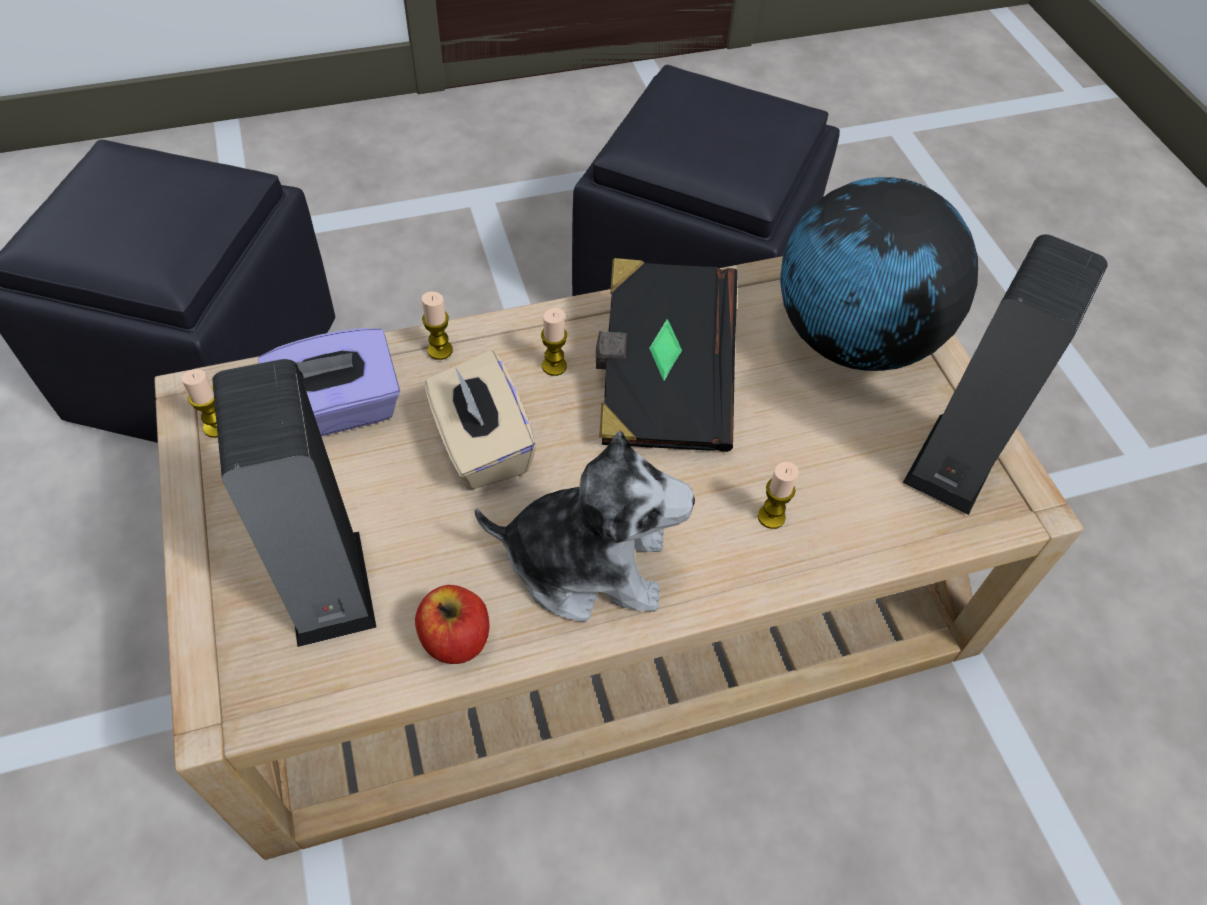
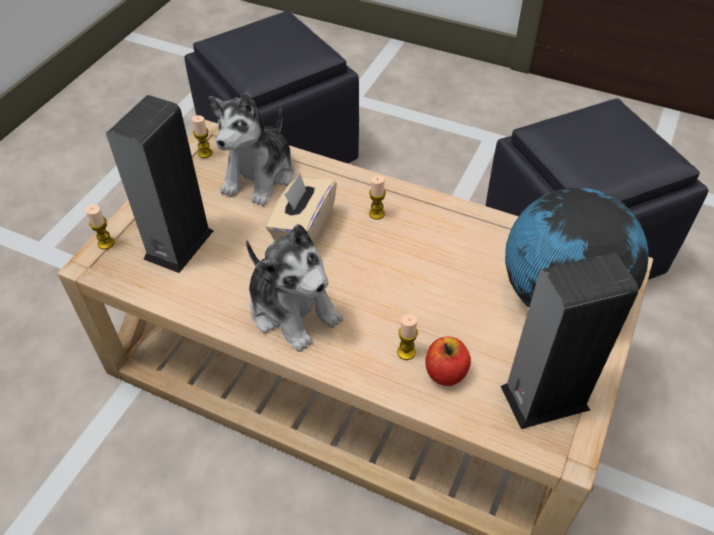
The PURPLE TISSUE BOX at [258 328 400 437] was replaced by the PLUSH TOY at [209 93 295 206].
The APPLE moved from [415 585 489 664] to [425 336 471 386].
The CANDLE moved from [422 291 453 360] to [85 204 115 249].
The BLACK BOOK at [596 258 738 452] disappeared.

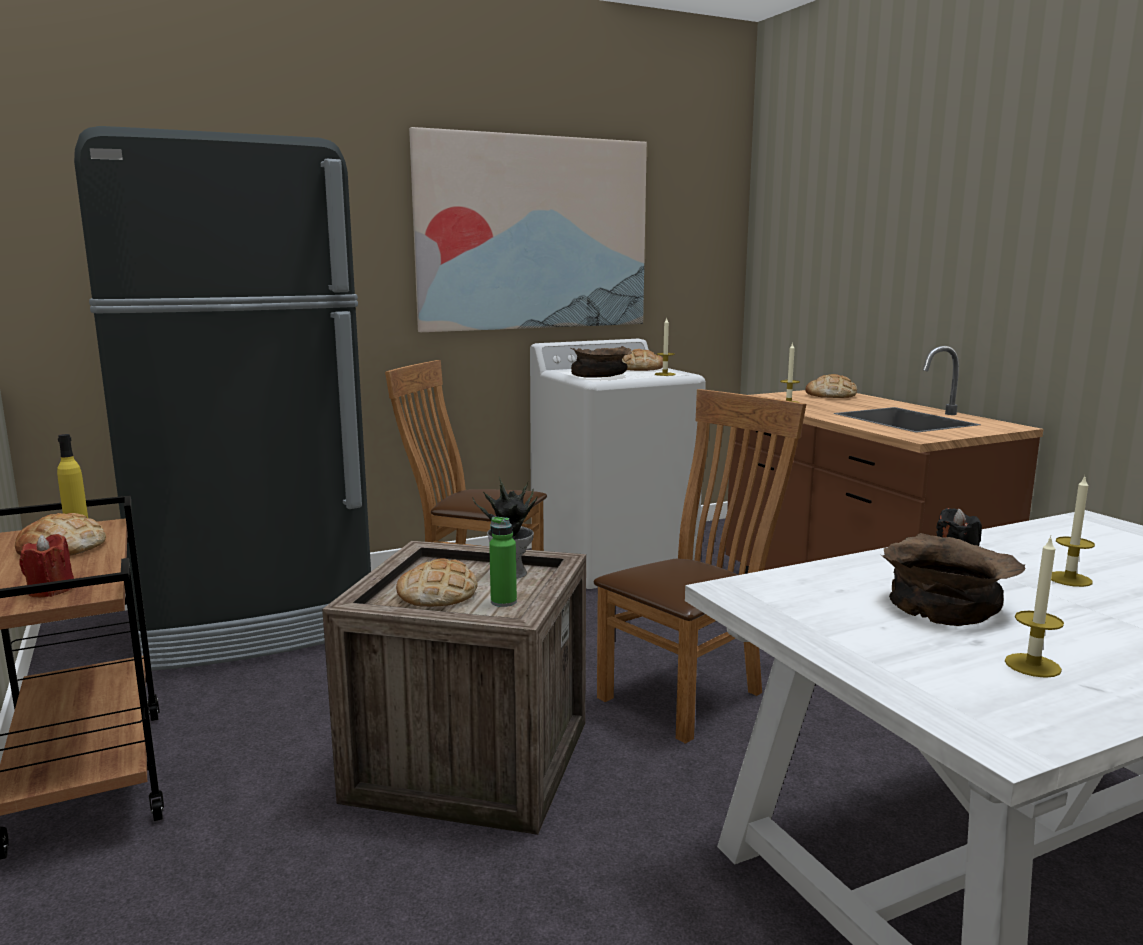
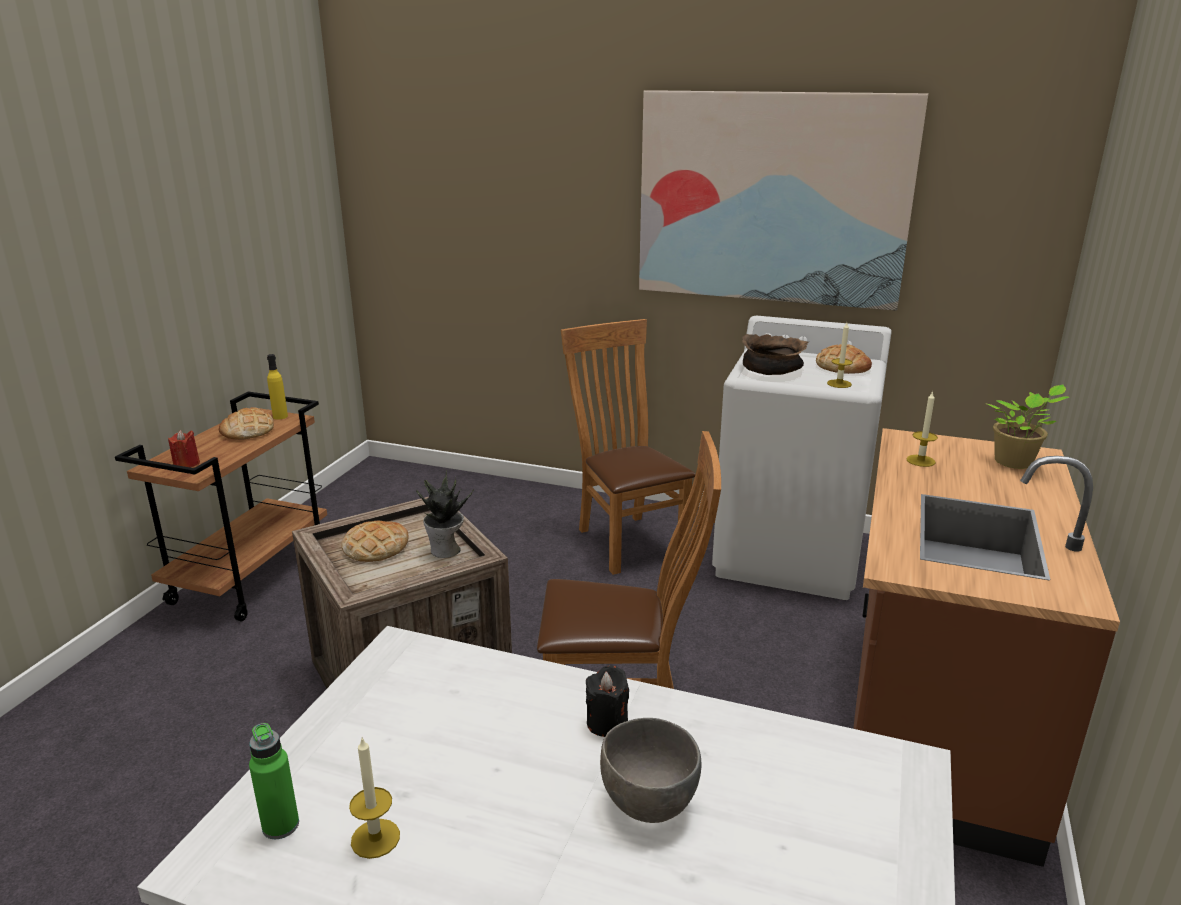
The BLACK FRIDGE at [74 126 371 671] disappeared.
The GREEN BOTTLE moved from [489 517 517 607] to [249 723 299 839].
The BREAD at [805 374 857 398] was replaced by the POTTED PLANT at [987 384 1070 469].
The BROWN BOWL at [881 533 1026 626] disappeared.
The CANDLE at [1051 476 1095 587] was replaced by the GREY BOWL at [600 718 702 823].

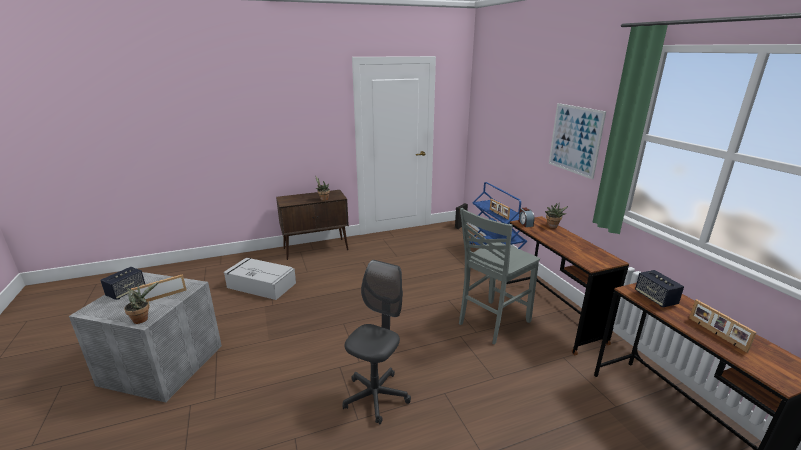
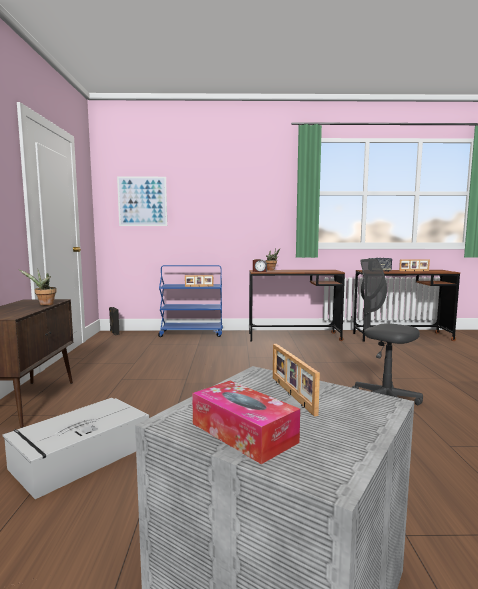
The SPEAKER at [100 267 145 300] was replaced by the TISSUE BOX at [192 381 300 464].
The POTTED PLANT at [124 282 159 324] disappeared.
The GREY CHAIR at [459 208 540 345] disappeared.
The PICTURE moved from [549 103 606 179] to [117 177 167 226].

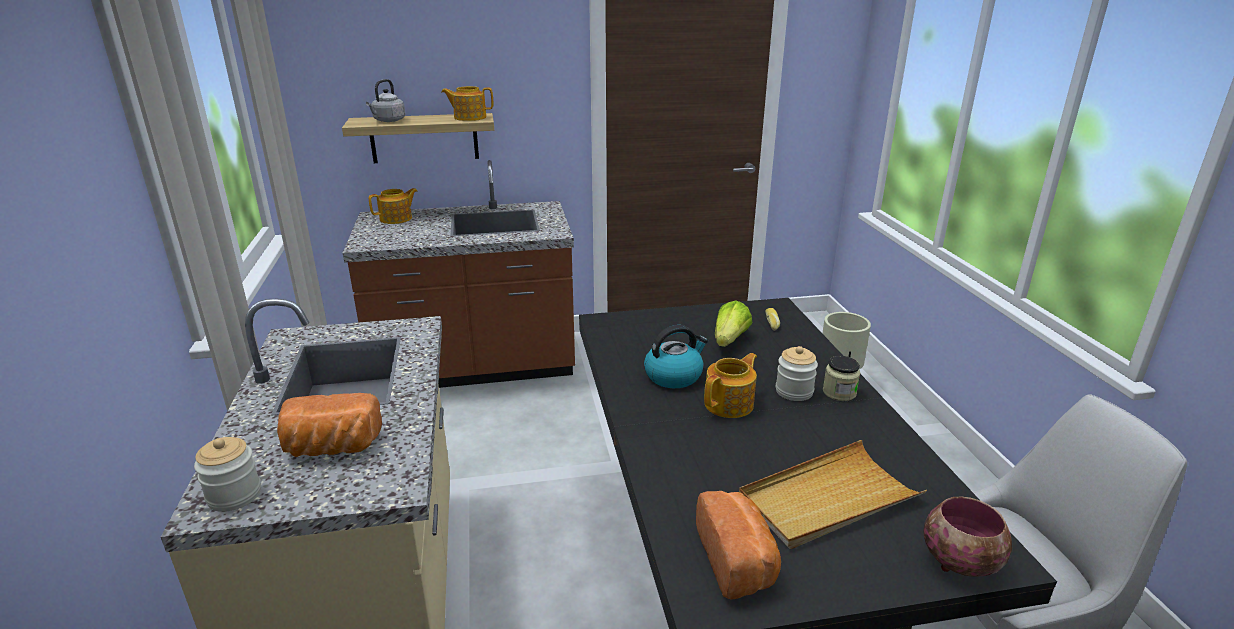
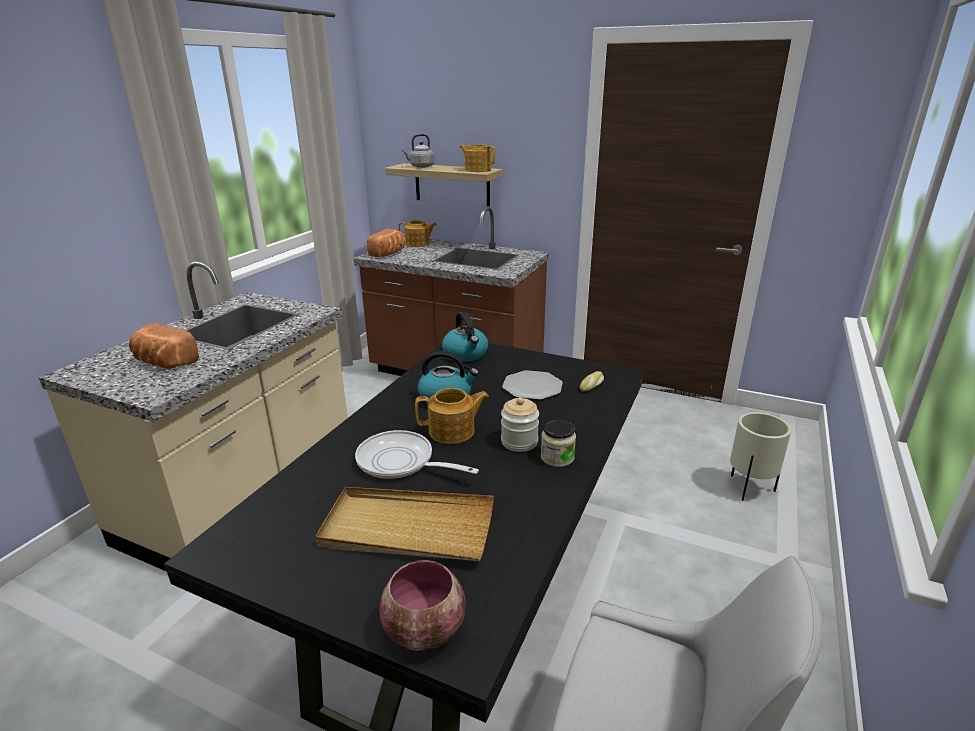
The JAR at [194 437 261 512] disappeared.
The BREAD moved from [696 491 781 600] to [367 229 405 257].
The LETTUCE at [715 300 752 347] was replaced by the PLATE at [502 370 563 400].
The FRYING PAN at [355 430 479 479] appeared.
The KETTLE at [442 312 488 362] appeared.

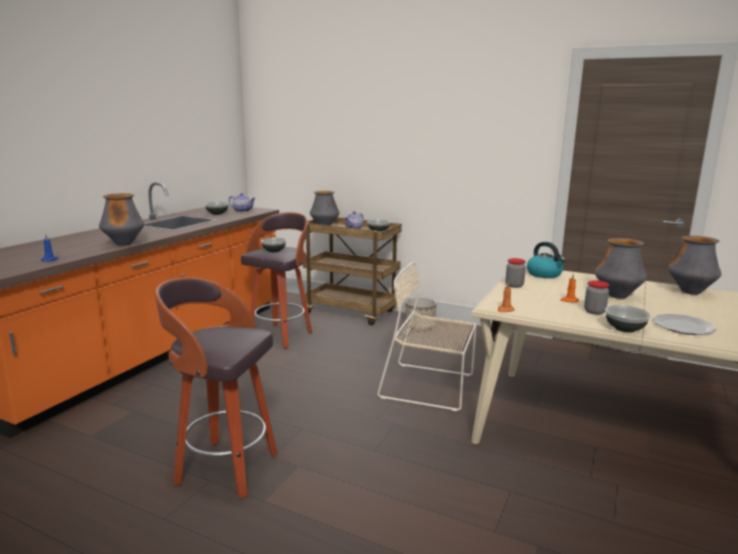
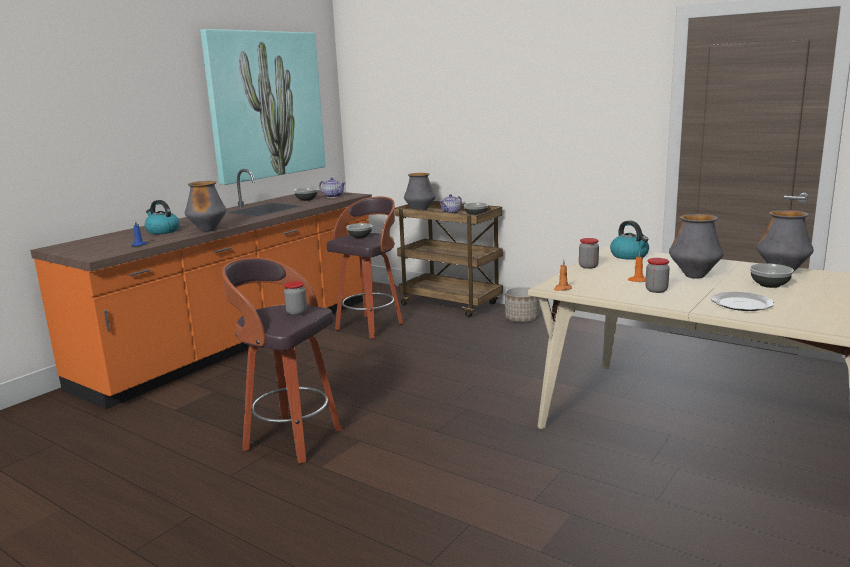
The BEIGE CHAIR at [377 262 477 411] disappeared.
The BOWL moved from [605 305 651 333] to [750 263 794 288].
The KETTLE at [145 200 180 234] appeared.
The PICTURE at [200 29 326 185] appeared.
The JAR at [284 281 307 315] appeared.

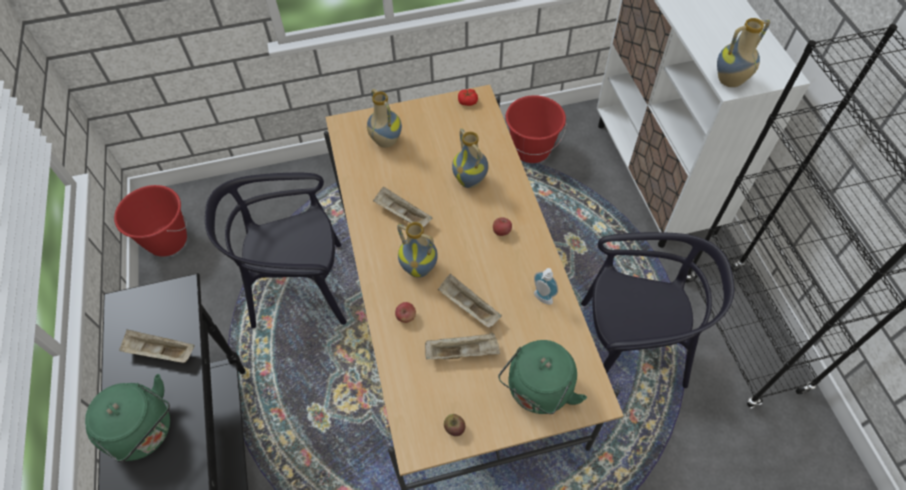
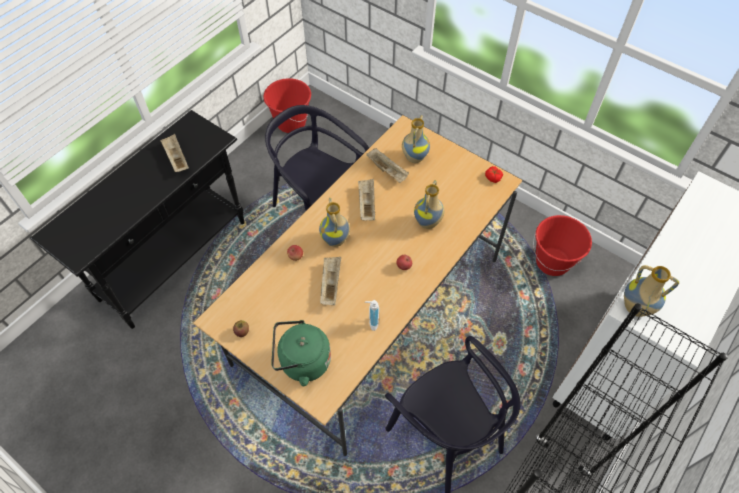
The GREEN KETTLE at [85 374 170 462] disappeared.
The BEIGE TRAY moved from [425 332 500 359] to [366 148 409 183].

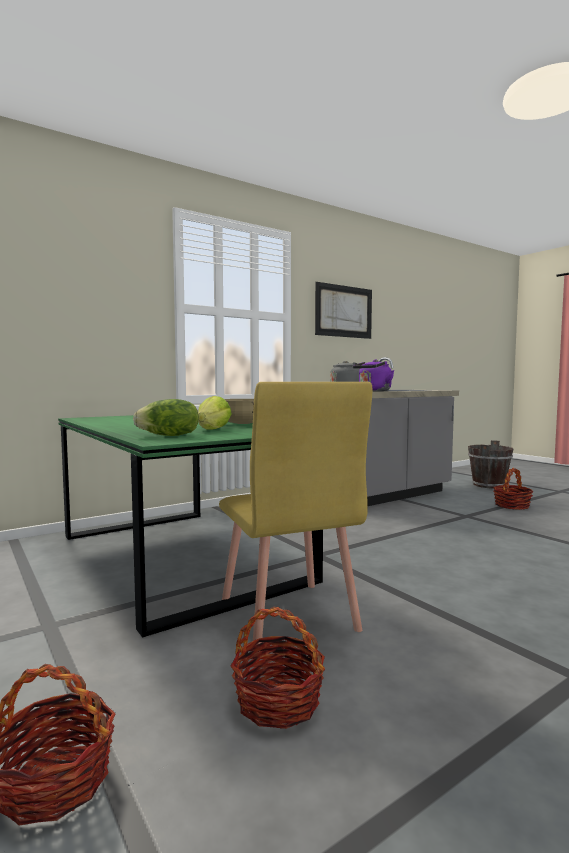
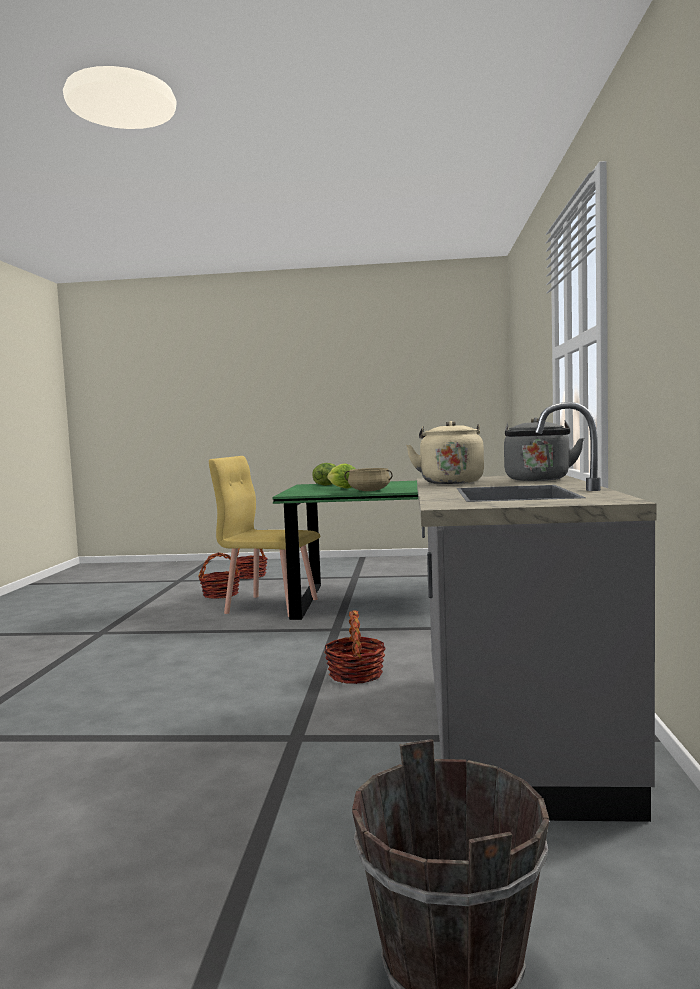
The PICTURE at [315 282 372 339] disappeared.
The PURPLE KETTLE at [353 359 394 391] became the BEIGE KETTLE at [406 421 484 484].
The BASKET moved from [493 468 534 510] to [324 610 386 684].

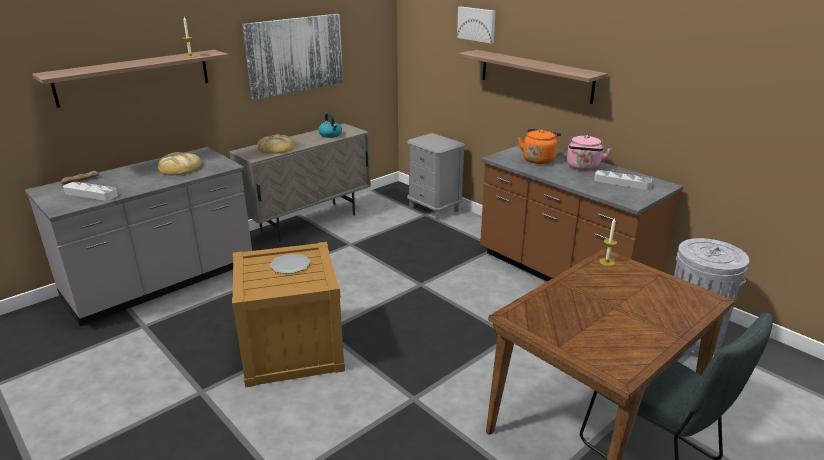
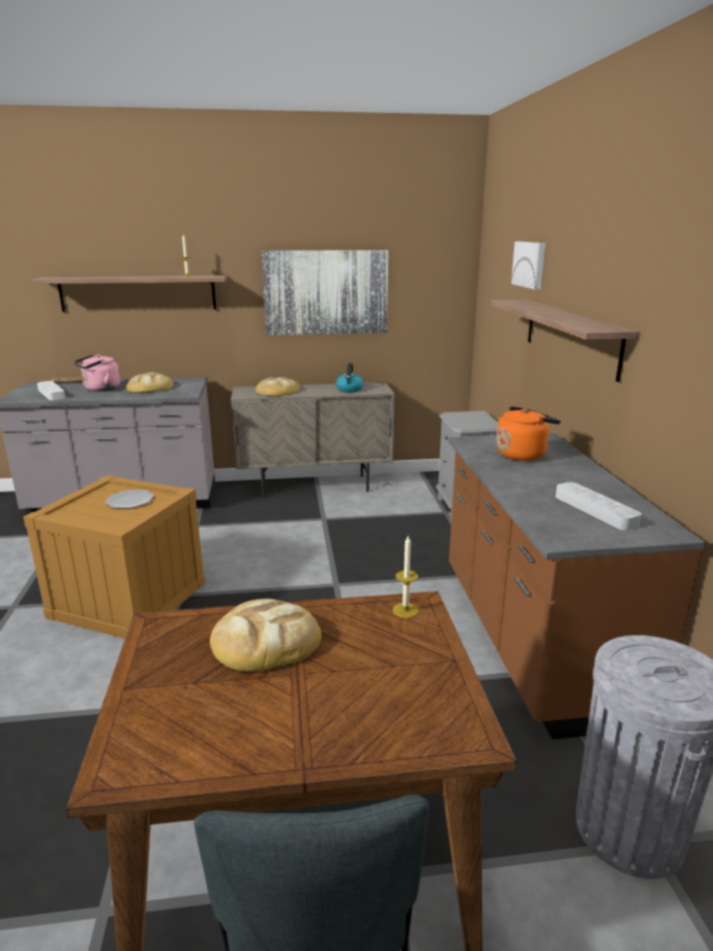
The PINK KETTLE moved from [567 135 611 170] to [74 354 120 391].
The BREAD at [210 599 321 672] appeared.

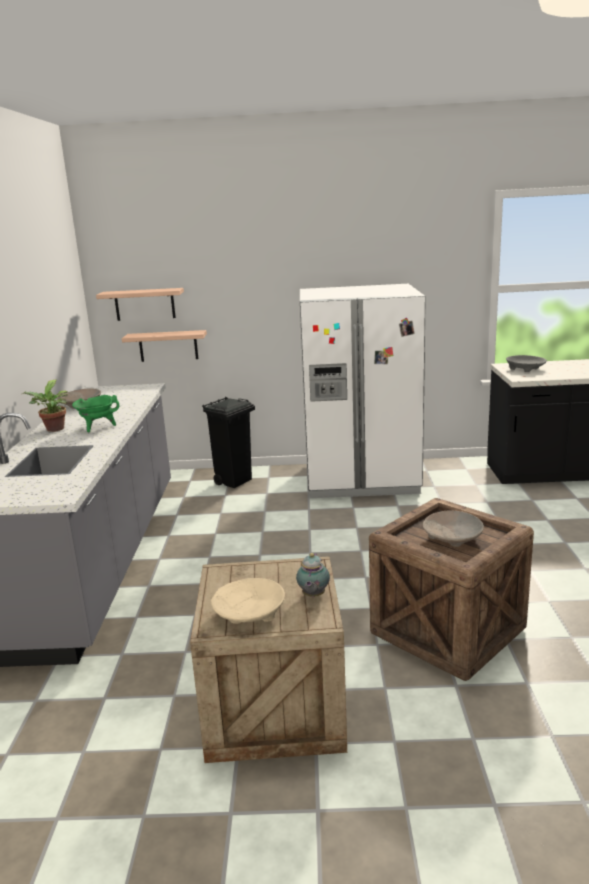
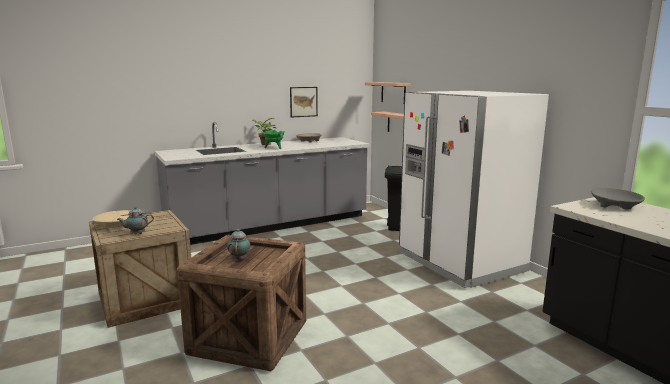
The BEIGE BOWL at [423 510 484 547] was replaced by the TEAPOT at [227 229 250 261].
The PICTURE at [290 87 318 118] appeared.

